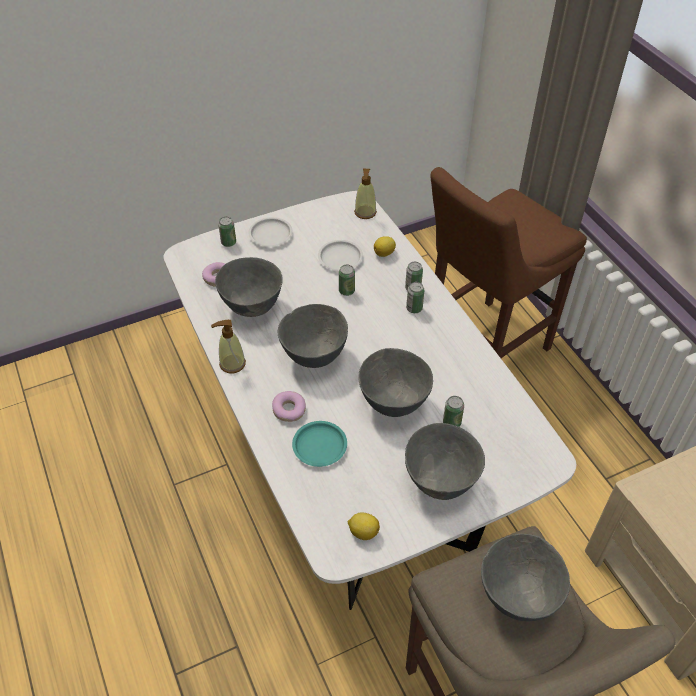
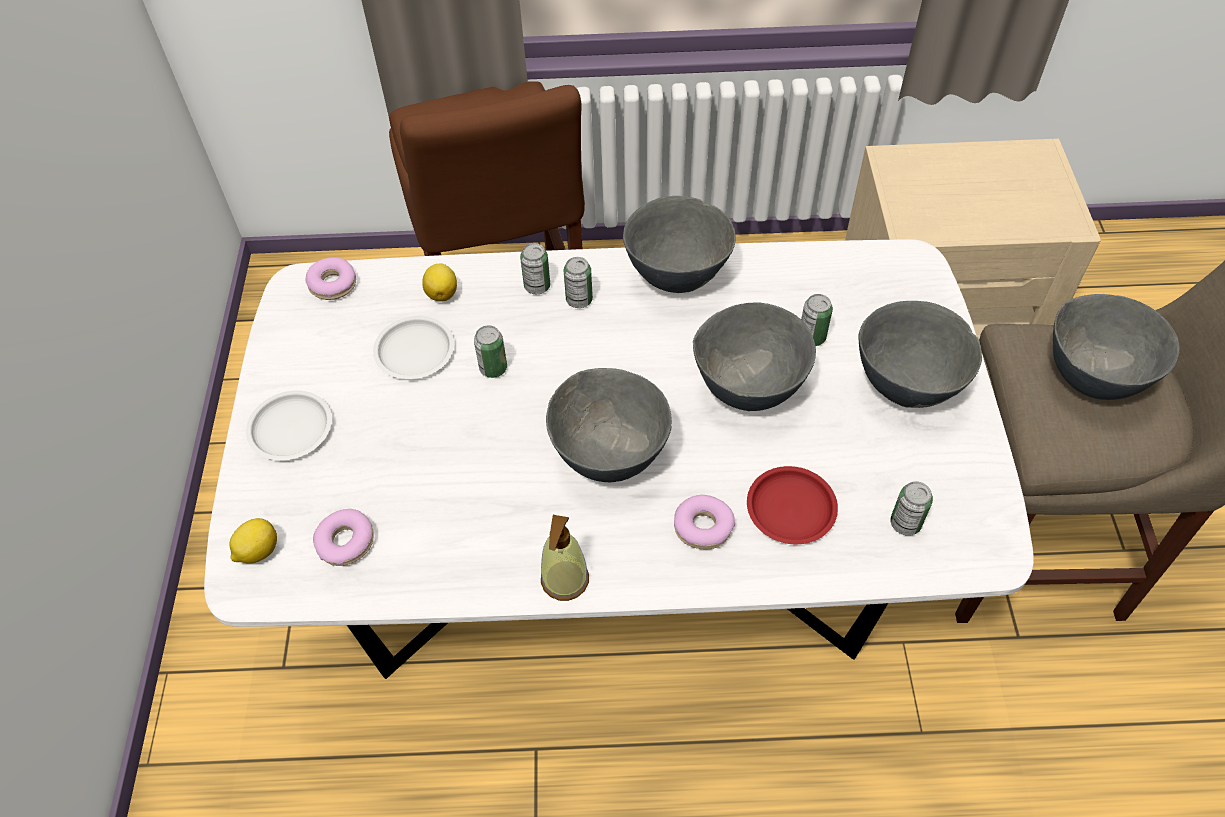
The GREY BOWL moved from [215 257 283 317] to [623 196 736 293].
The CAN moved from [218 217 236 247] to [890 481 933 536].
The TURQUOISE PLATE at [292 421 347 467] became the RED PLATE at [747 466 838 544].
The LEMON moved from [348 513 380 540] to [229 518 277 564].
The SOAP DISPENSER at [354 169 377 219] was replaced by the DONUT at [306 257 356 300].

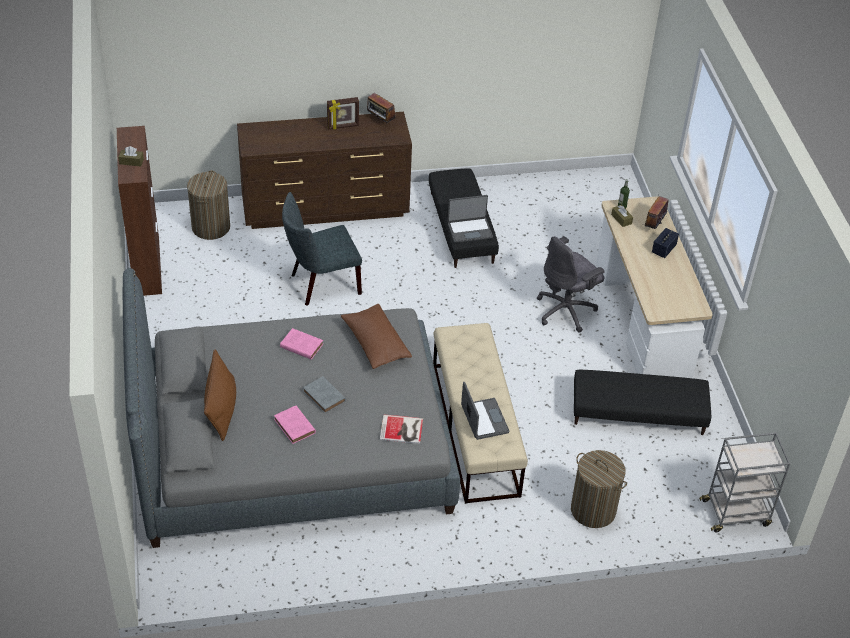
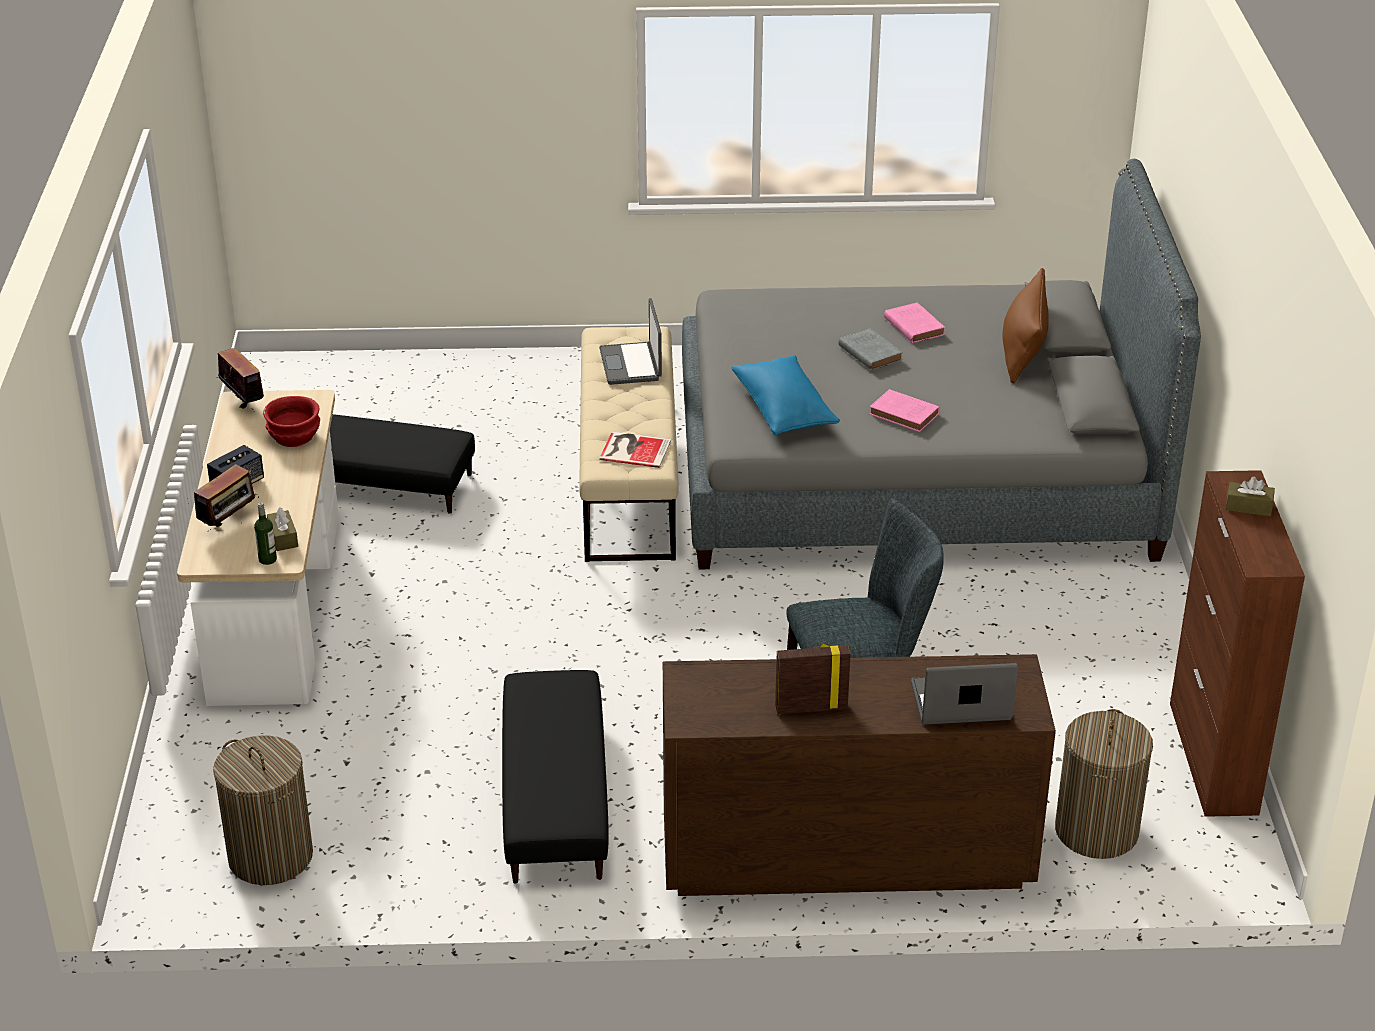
The BROWN PILLOW at [341 304 412 369] became the BLUE PILLOW at [732 355 840 435].
The RADIO moved from [367 93 396 123] to [218 348 264 408].
The BOOK moved from [380 414 423 444] to [599 432 671 468].
The LAPTOP moved from [448 195 493 243] to [911 663 1018 725].
The GREY OFFICE CHAIR at [537 236 605 333] disappeared.
The LAUNDRY BASKET moved from [571 450 627 528] to [213 735 313 885].
The GREY CART at [699 432 790 532] disappeared.
The RED BOWL at [263 396 320 447] appeared.

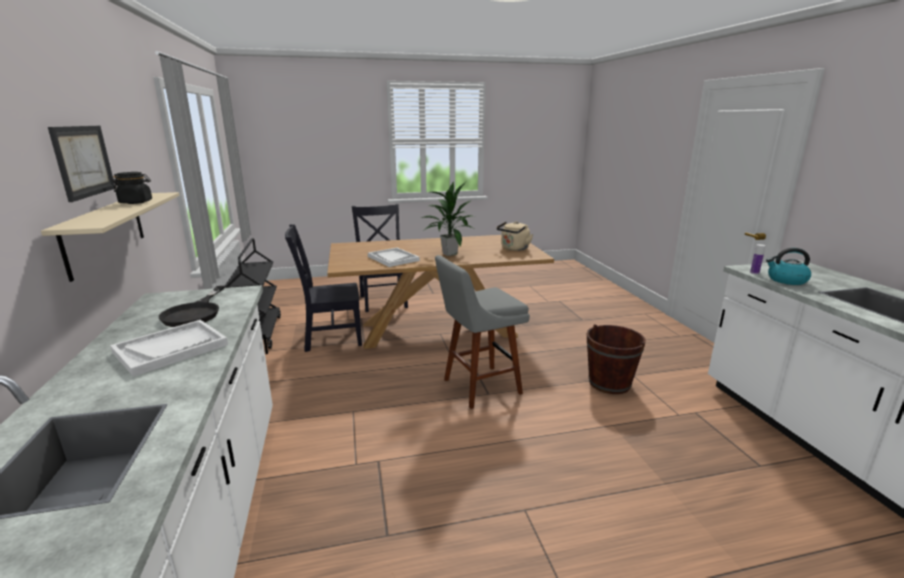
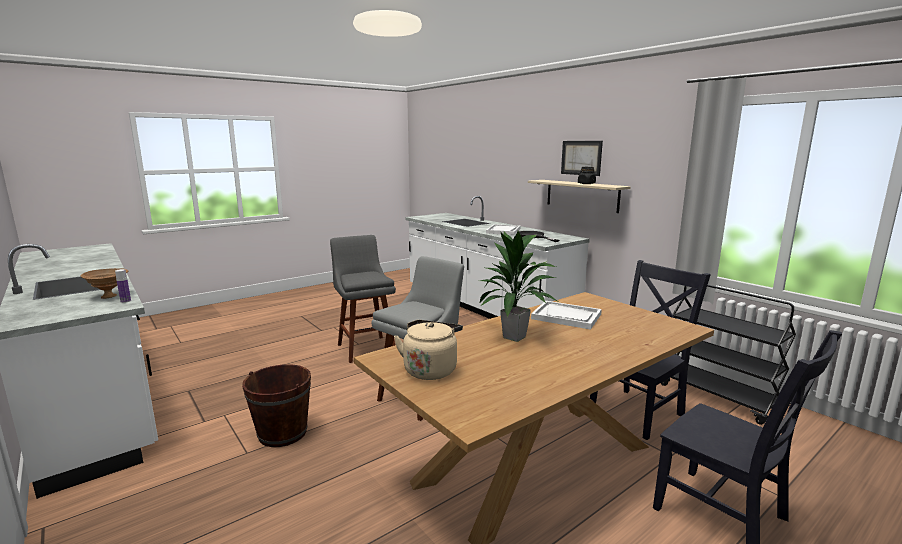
The KETTLE at [766 248 811 285] was replaced by the BROWN BOWL at [81 268 128 299].
The GREY STOOL at [330 235 396 363] appeared.

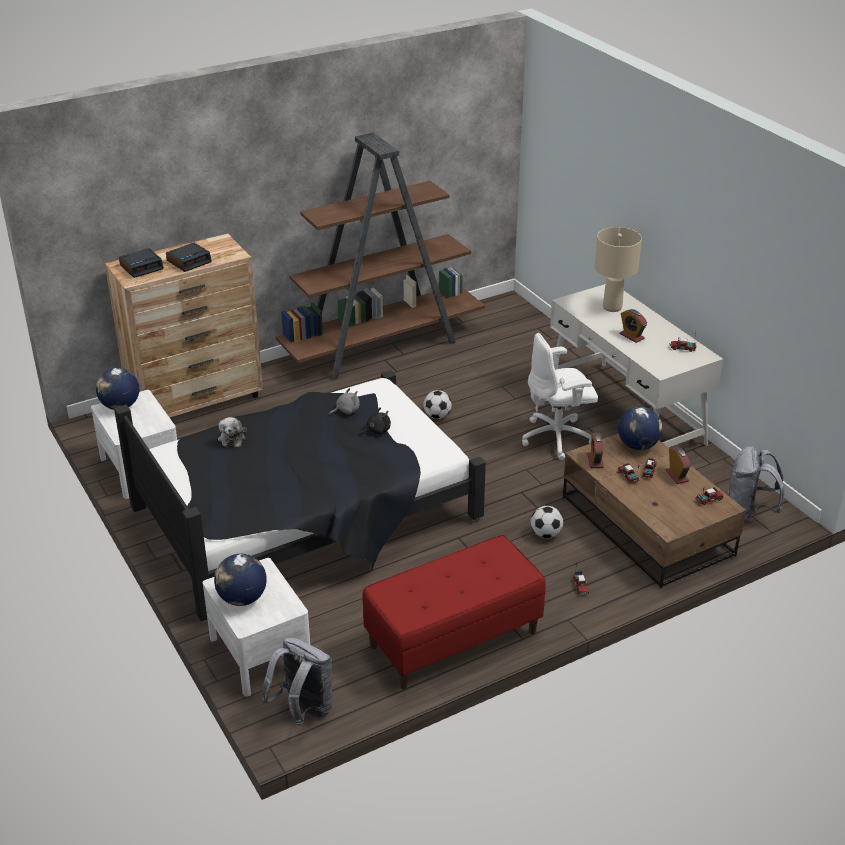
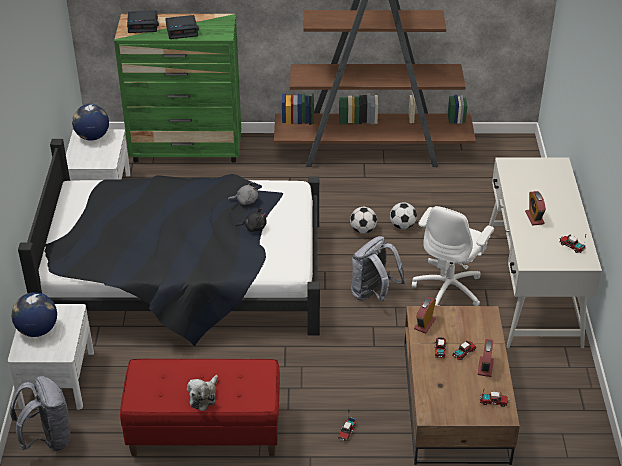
The BROWN DRESSER at [105 234 263 418] became the GREEN DRESSER at [114 14 241 163].
The PLUSH TOY moved from [218 417 247 448] to [187 375 218 411].
The WHITE OFFICE CHAIR at [522 333 598 460] turned 75 degrees counterclockwise.
The FOOTBALL moved from [531 506 563 538] to [390 202 417 229].
The BEIGE TABLE LAMP at [595 227 642 312] disappeared.
The GLOBE at [618 406 662 450] disappeared.
The GREY BACKPACK moved from [728 446 785 522] to [351 236 406 302].

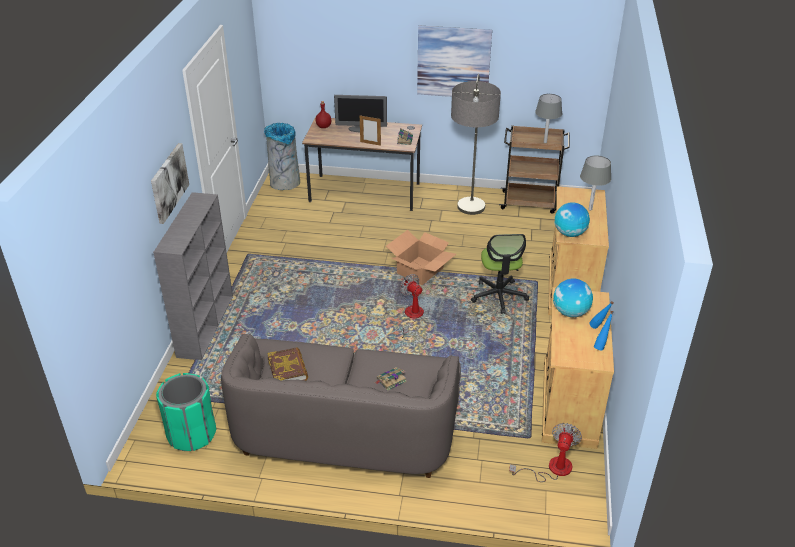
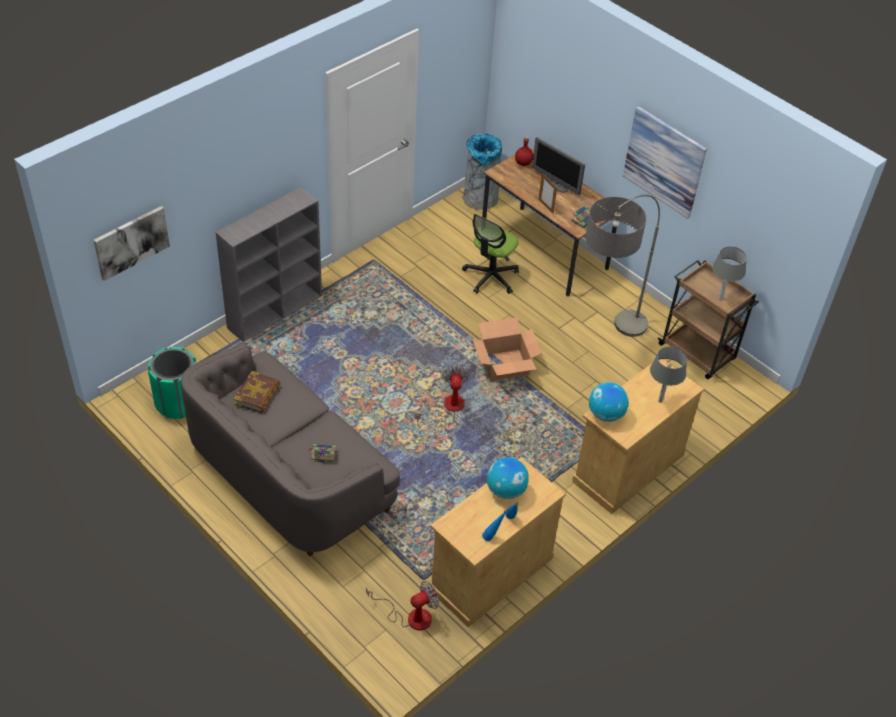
The PICTURE moved from [151 143 189 224] to [94 206 170 281].
The OFFICE CHAIR moved from [471 234 529 314] to [462 214 519 294].

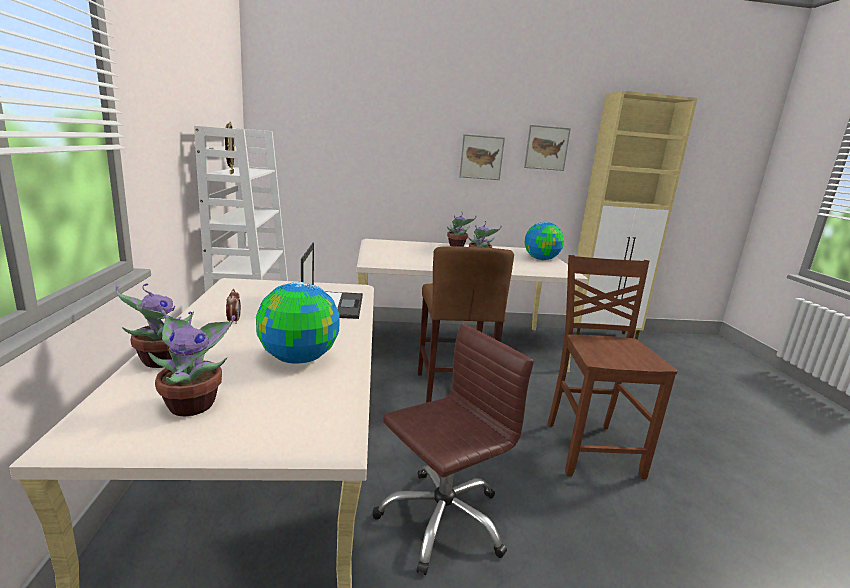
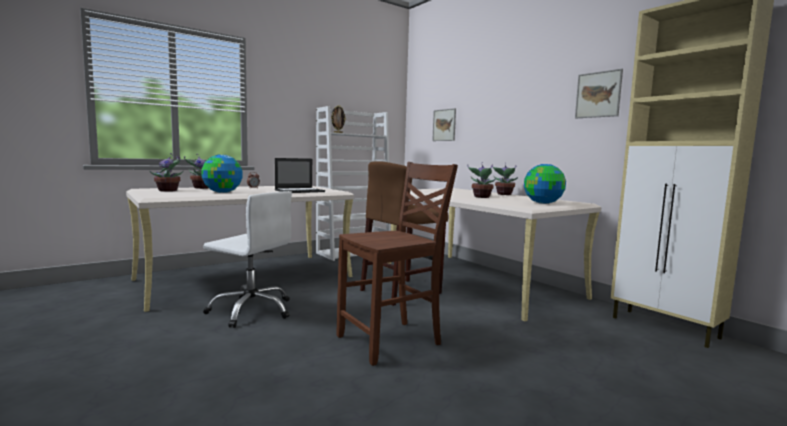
The BROWN OFFICE CHAIR at [373 324 534 575] became the WHITE OFFICE CHAIR at [203 191 292 328].
The PICTURE moved from [459 134 505 180] to [432 108 456 141].

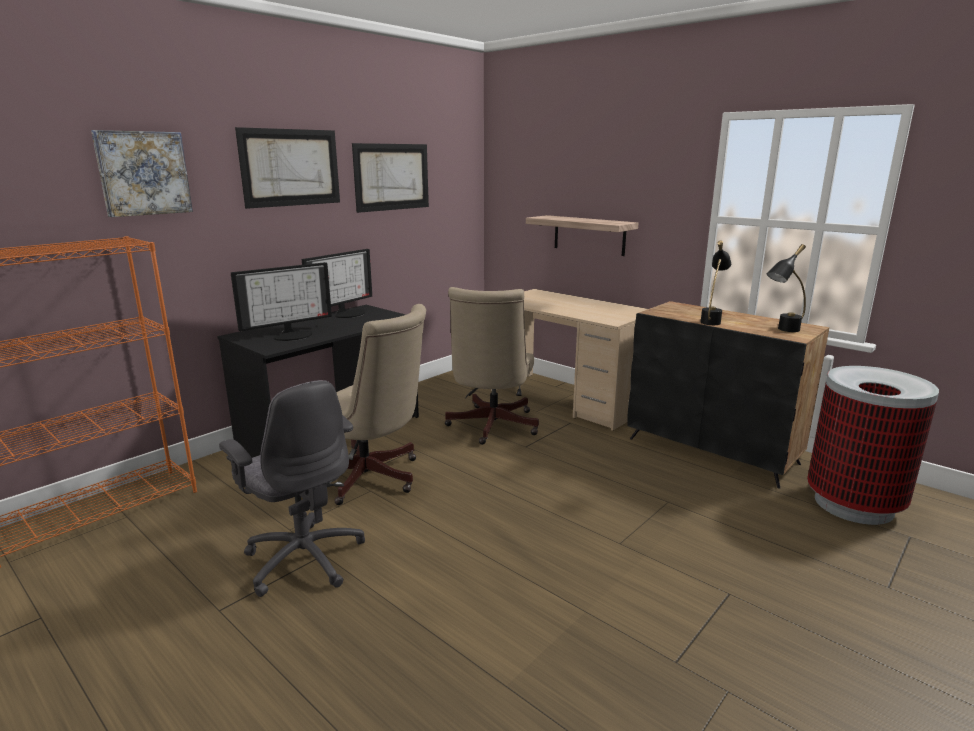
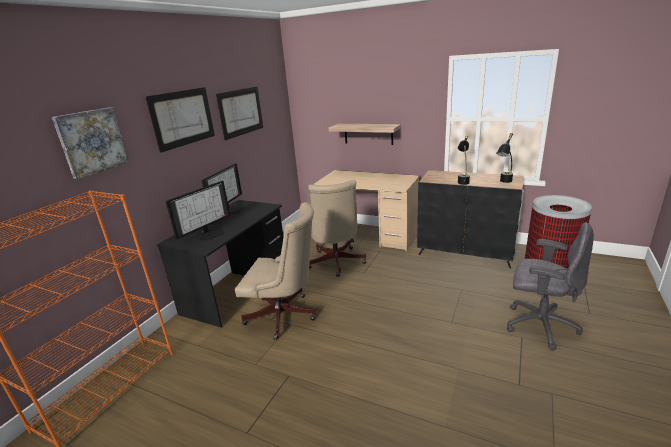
The GREY OFFICE CHAIR moved from [219 380 365 597] to [507 222 594 351].

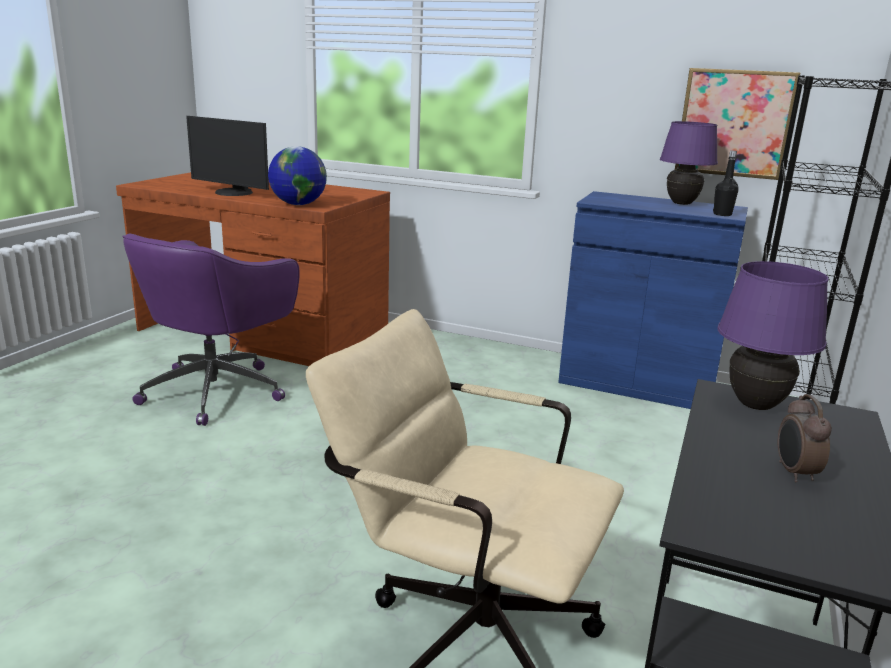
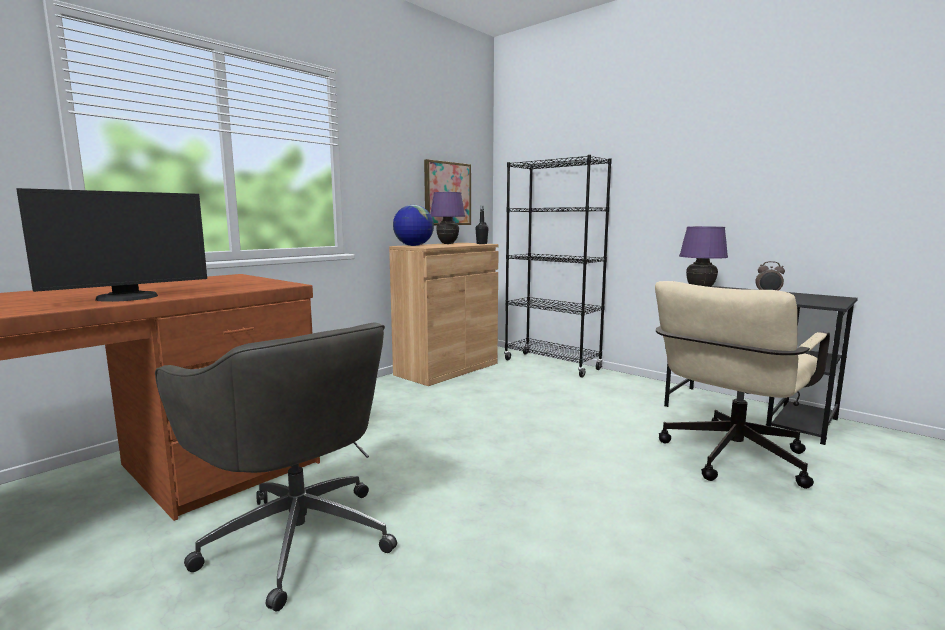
The PURPLE OFFICE CHAIR at [122 234 300 426] became the GREY OFFICE CHAIR at [155 322 397 612].
The GLOBE moved from [268 146 327 205] to [393 205 434 246].
The BLUE CABINET at [558 191 748 409] became the BROWN CABINET at [389 243 499 386].

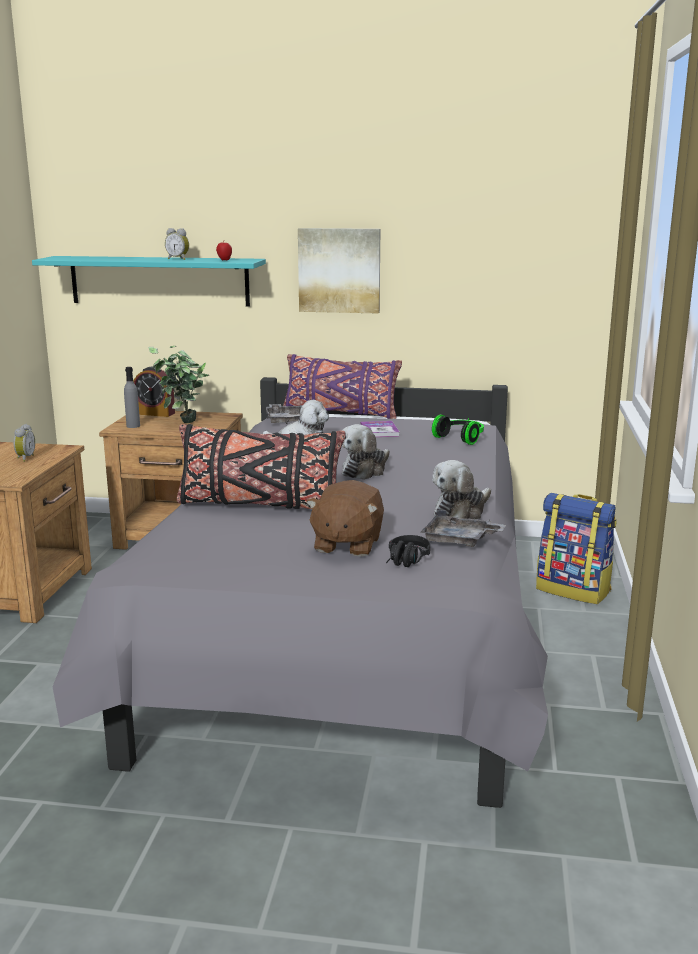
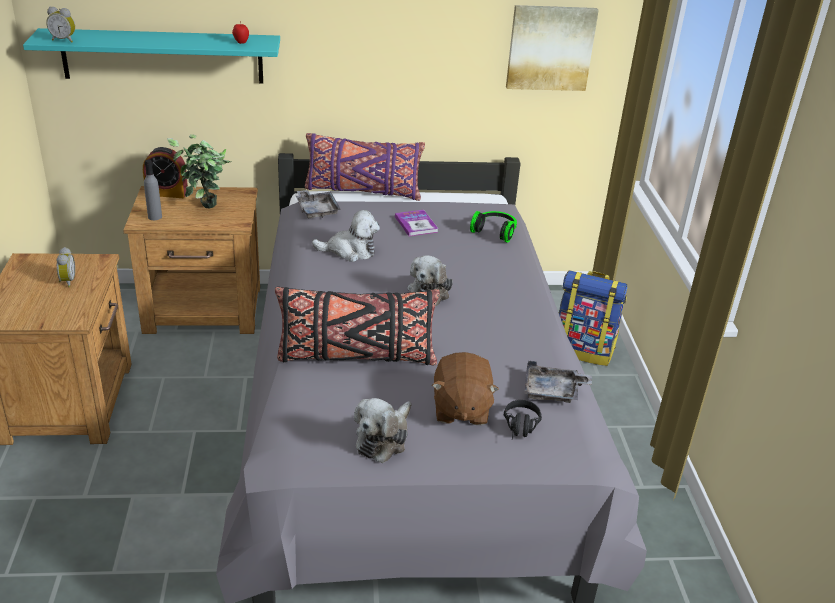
The ALARM CLOCK moved from [165 228 189 260] to [46 7 75 43].
The PICTURE moved from [298 228 380 314] to [506 5 599 91].
The PLUSH TOY moved from [432 460 491 519] to [354 398 411 463].

